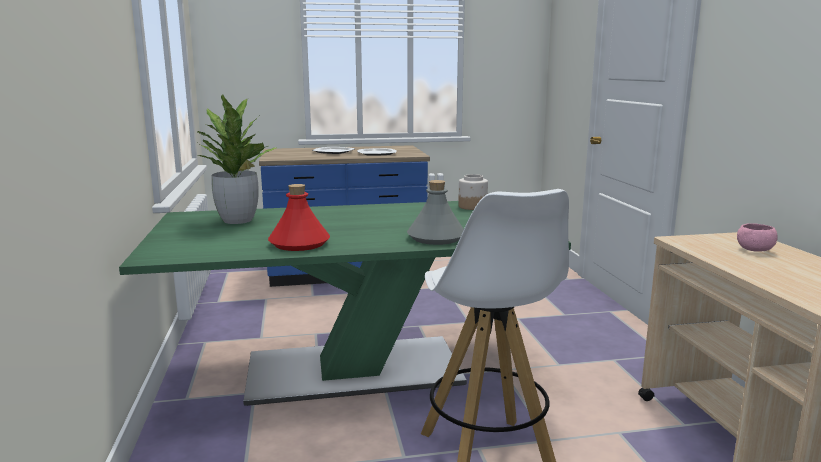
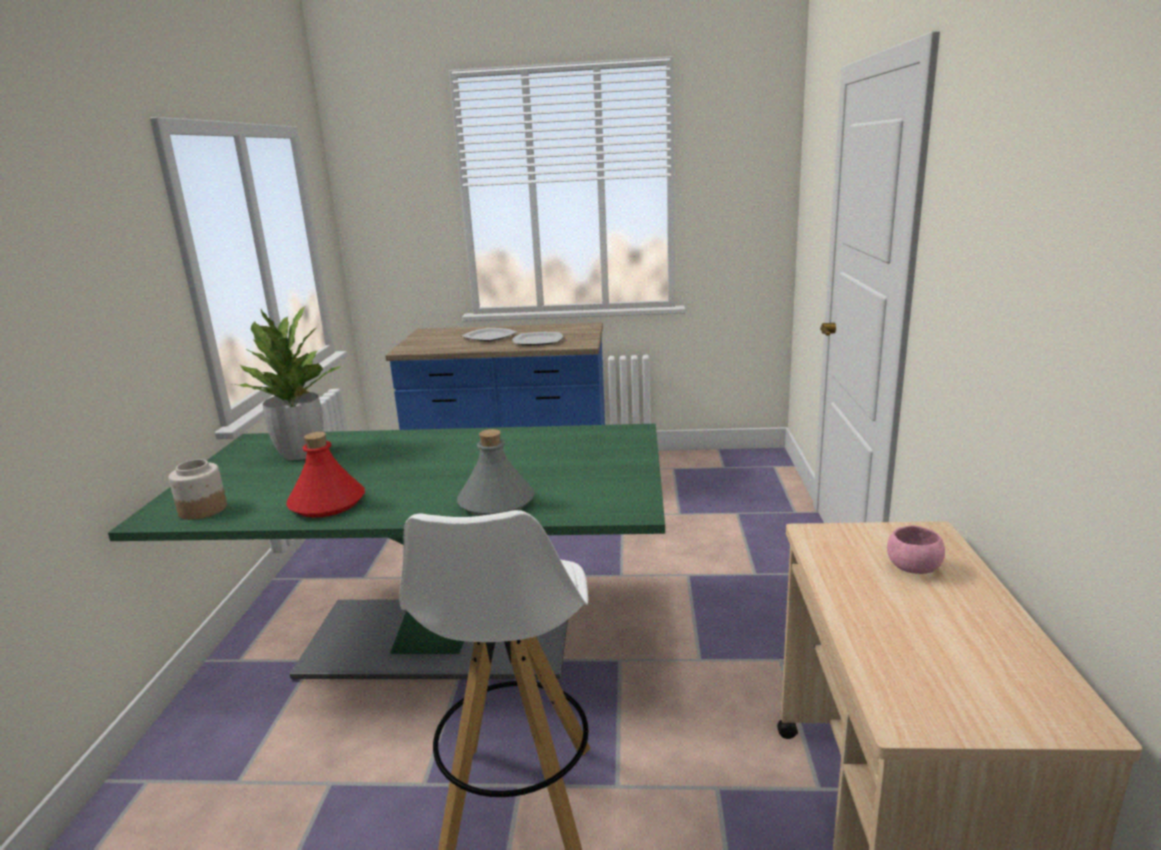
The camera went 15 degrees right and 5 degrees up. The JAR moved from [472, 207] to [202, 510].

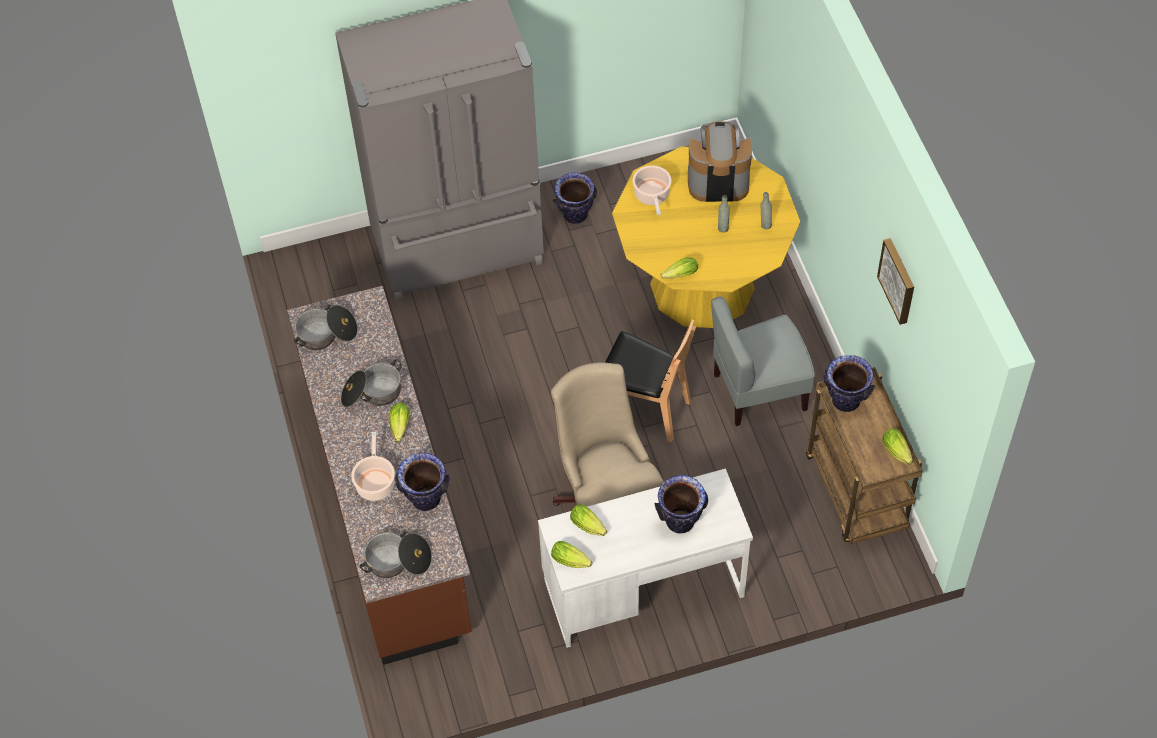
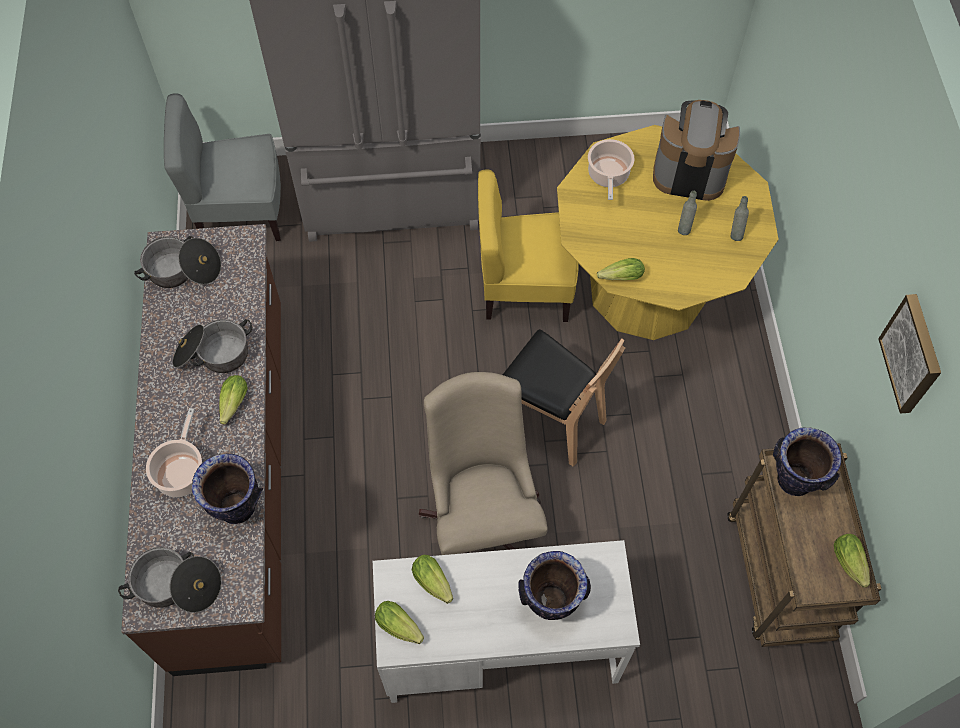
The camera went 10 degrees right and 5 degrees up. The GREY CHAIR moved from [758, 391] to [241, 212]. The YELLOW CHAIR at [524, 288] appeared. The VASE at [575, 214] disappeared.

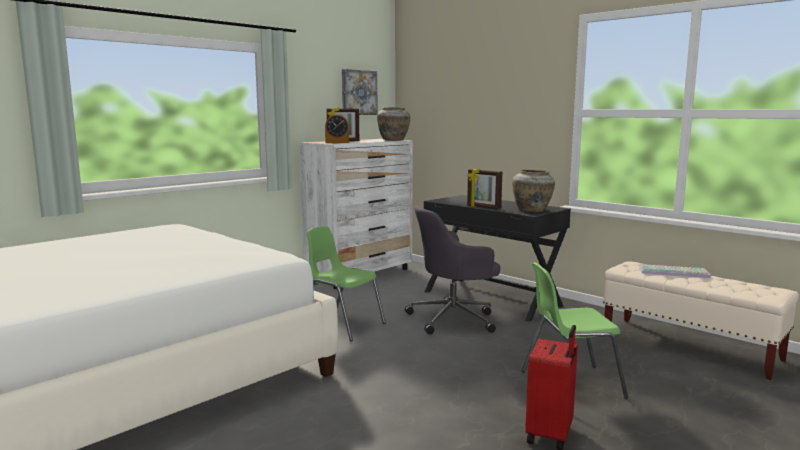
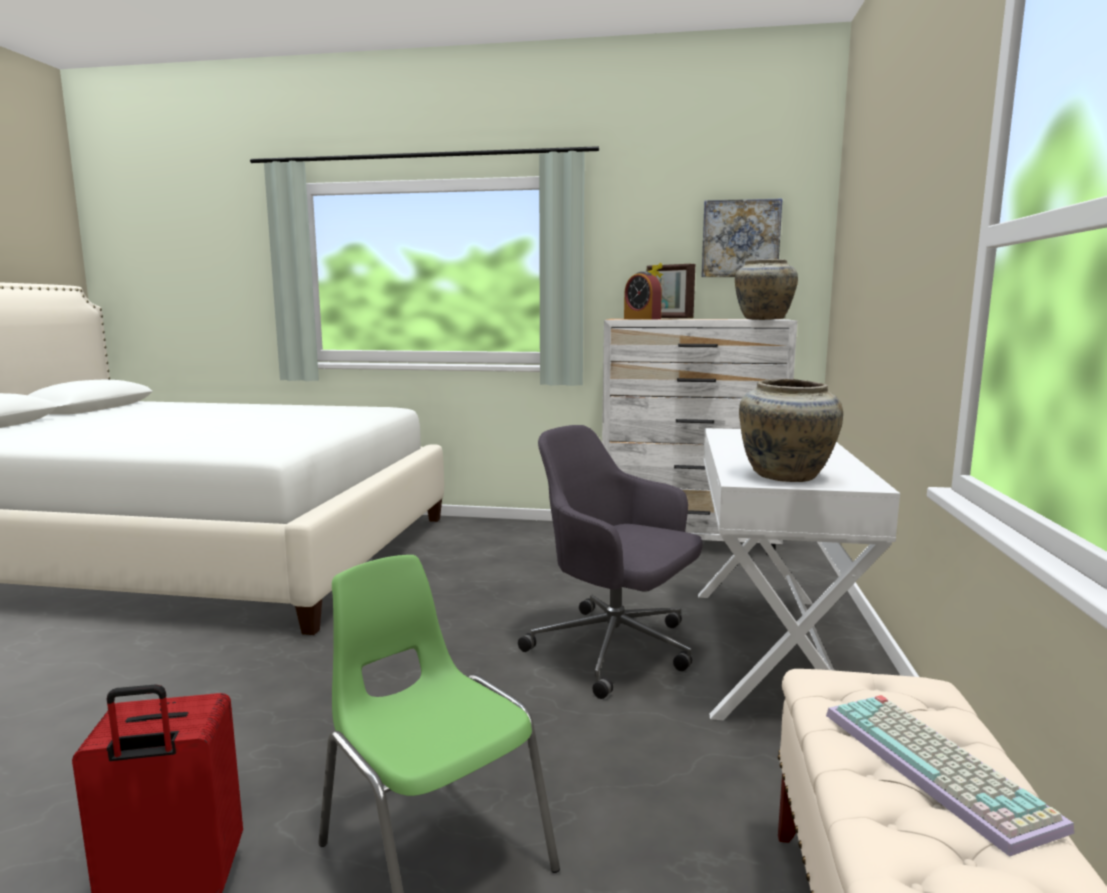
The camera went 55 degrees right and 0 degrees up. The BLACK DESK at [492, 298] became the WHITE DESK at [771, 651]. The GREEN CHAIR at [342, 325] disappeared. The PICTURE FRAME at [483, 207] disappeared.

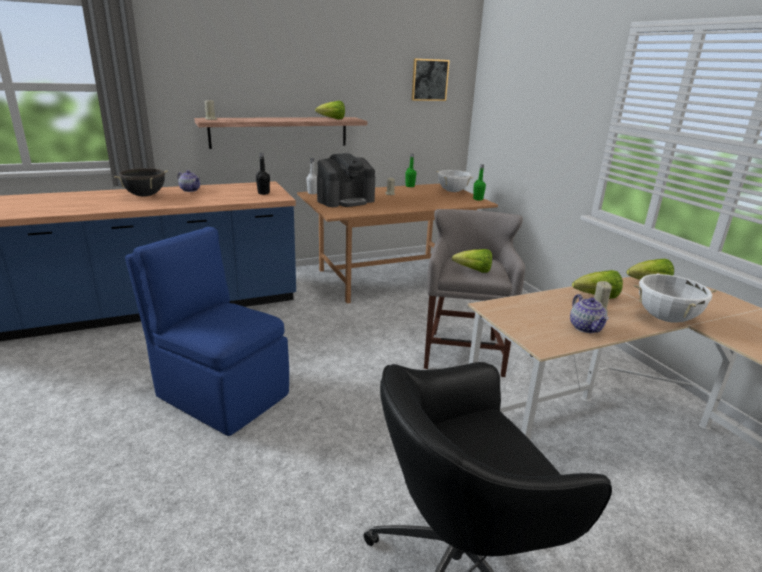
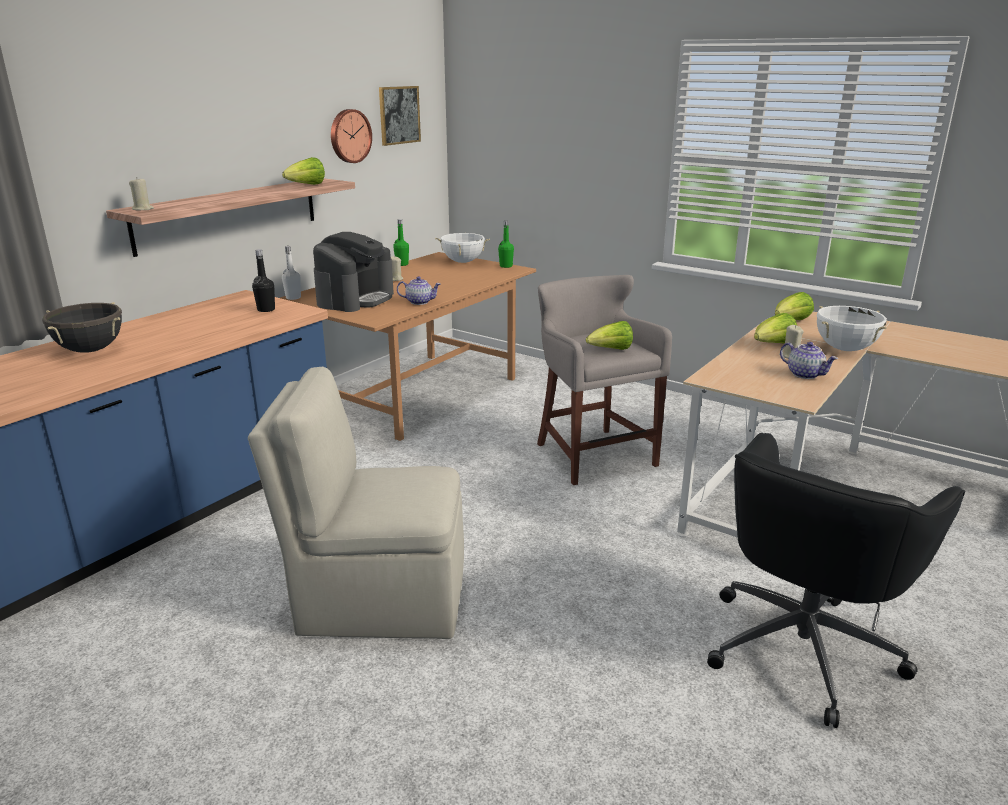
The camera went 30 degrees left and 0 degrees up. The BLUE CHAIR at [221, 394] became the BEIGE CHAIR at [378, 599]. The WALL CLOCK at [349, 136] appeared. The TEAPOT moved from [190, 190] to [419, 302].

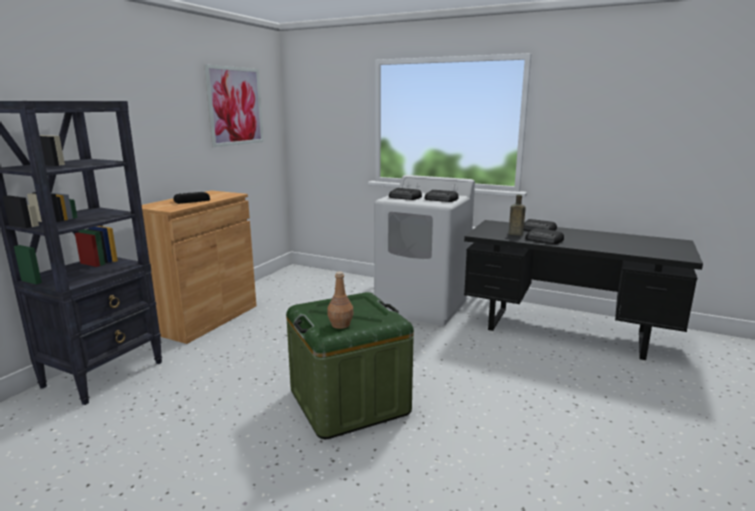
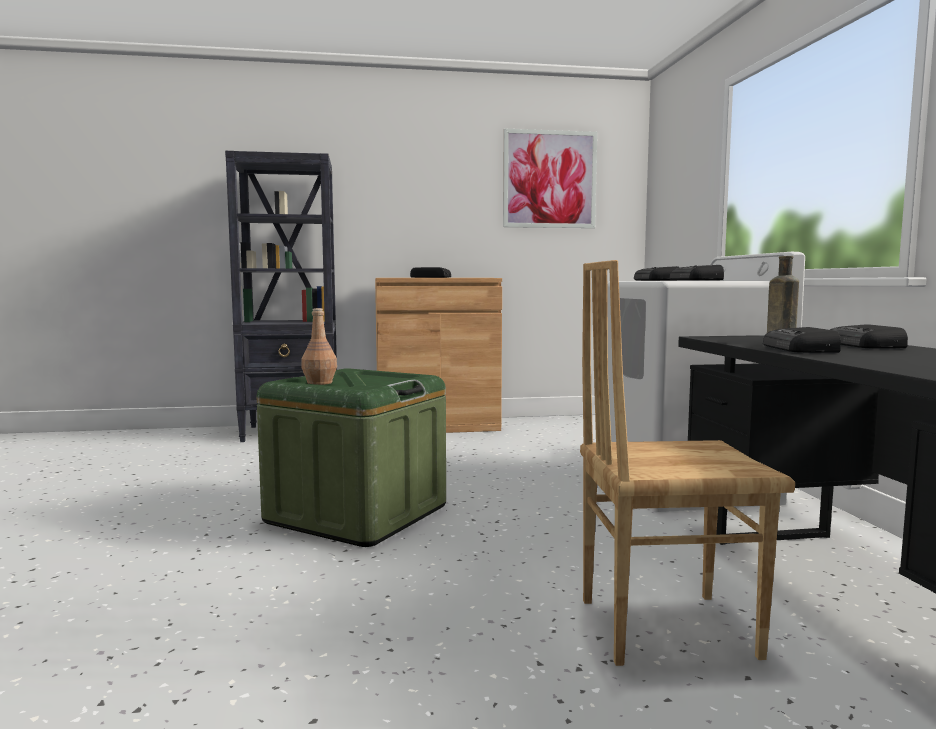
The camera went 55 degrees right and 10 degrees down. The BROWN CHAIR at [664, 626] appeared.

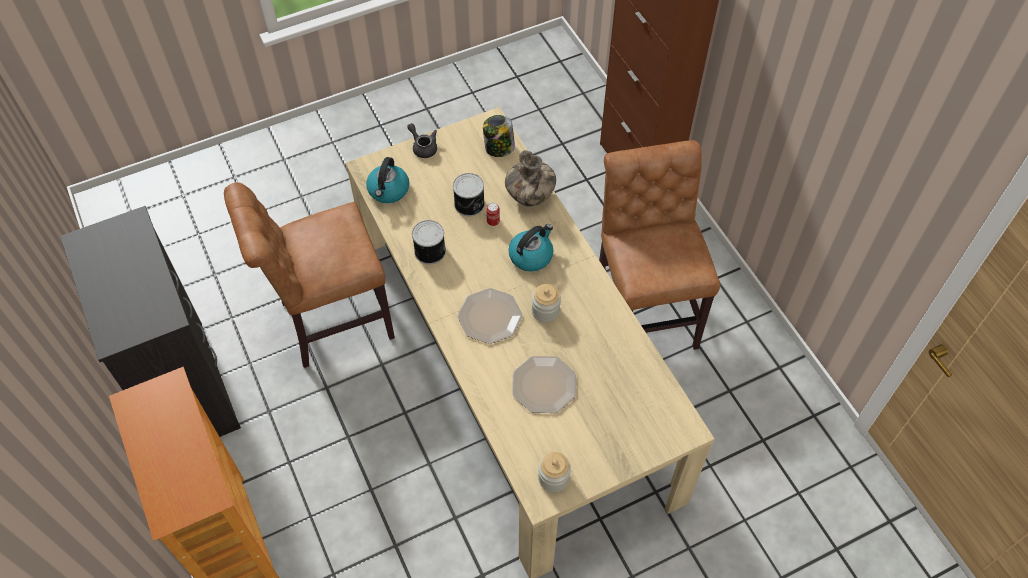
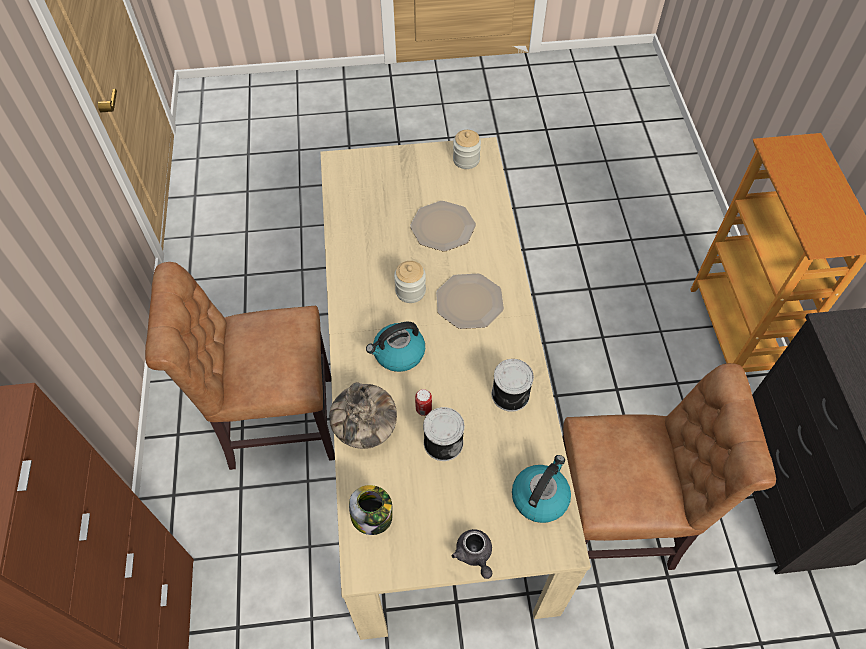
The camera went 160 degrees left and 0 degrees up. The BROWN CHAIR at [643, 311] turned 75 degrees clockwise.

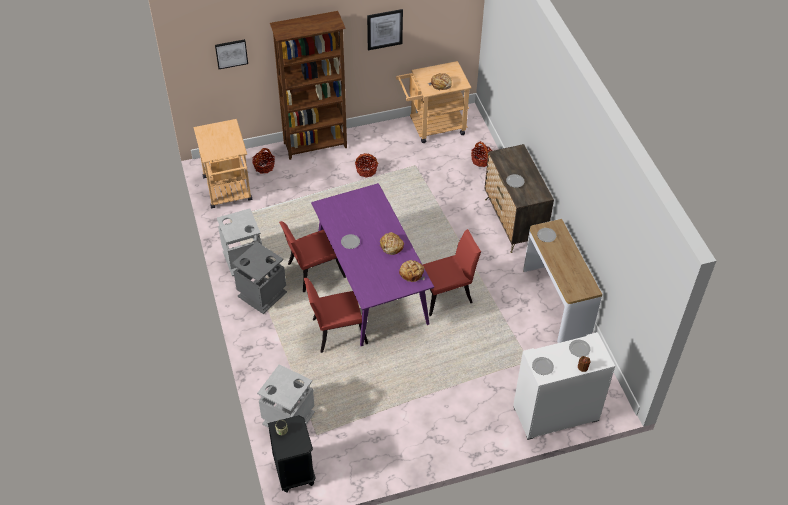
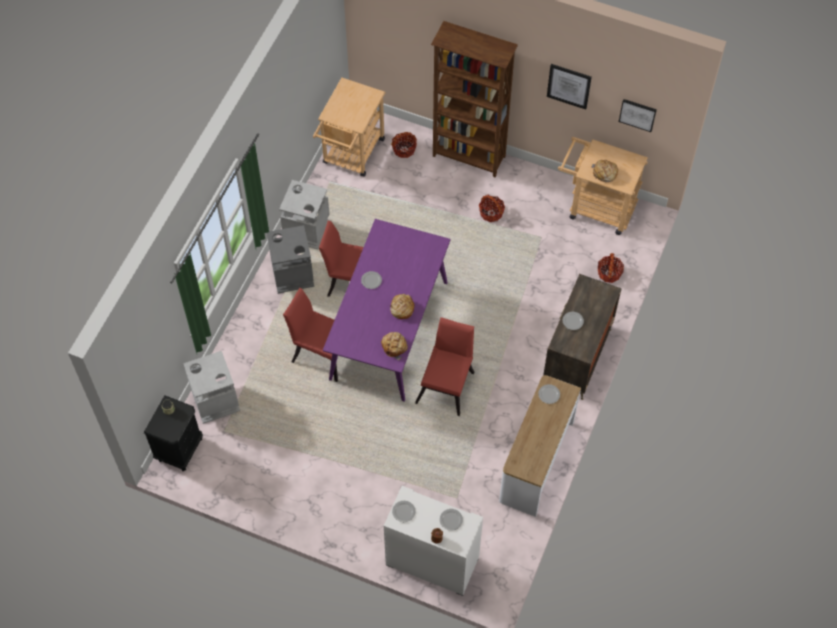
The camera went 40 degrees right and 10 degrees up. The RED CHAIR at [447, 293] turned 90 degrees counterclockwise. The PICTURE moved from [231, 53] to [637, 114].

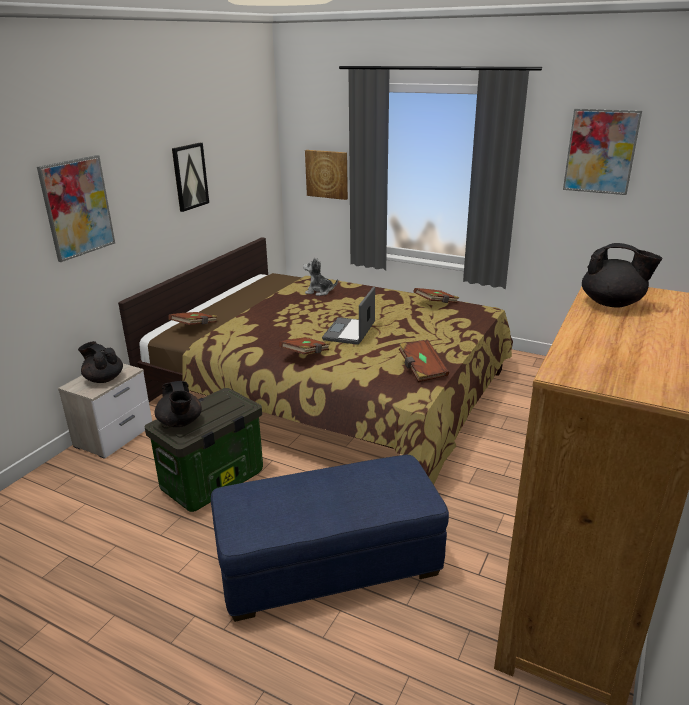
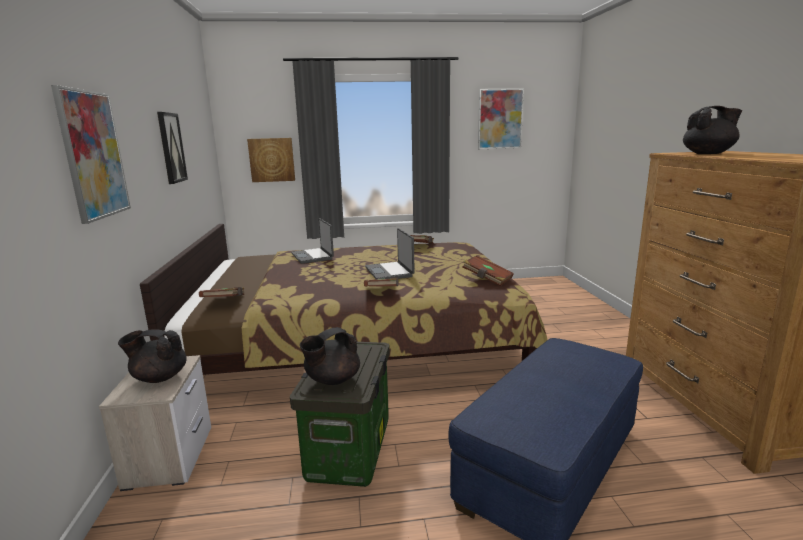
The camera went 35 degrees left and 10 degrees down. The PLUSH TOY at [319, 292] was replaced by the LAPTOP at [313, 256]. The BLACK TEAPOT at [180, 423] turned 105 degrees clockwise.

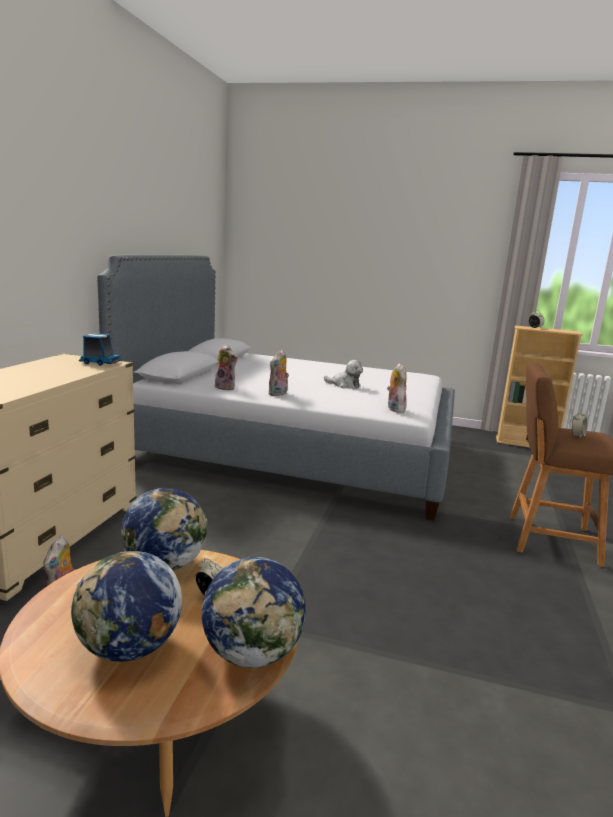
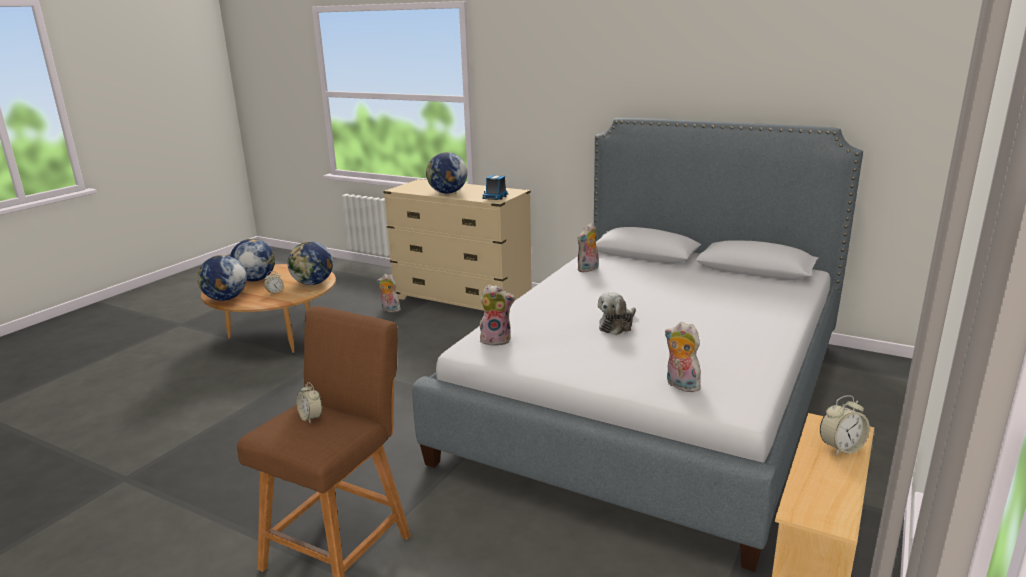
The camera went 105 degrees right and 5 degrees up. The GLOBE at [447, 193] appeared. The PLUSH TOY moved from [278, 394] to [680, 385].

